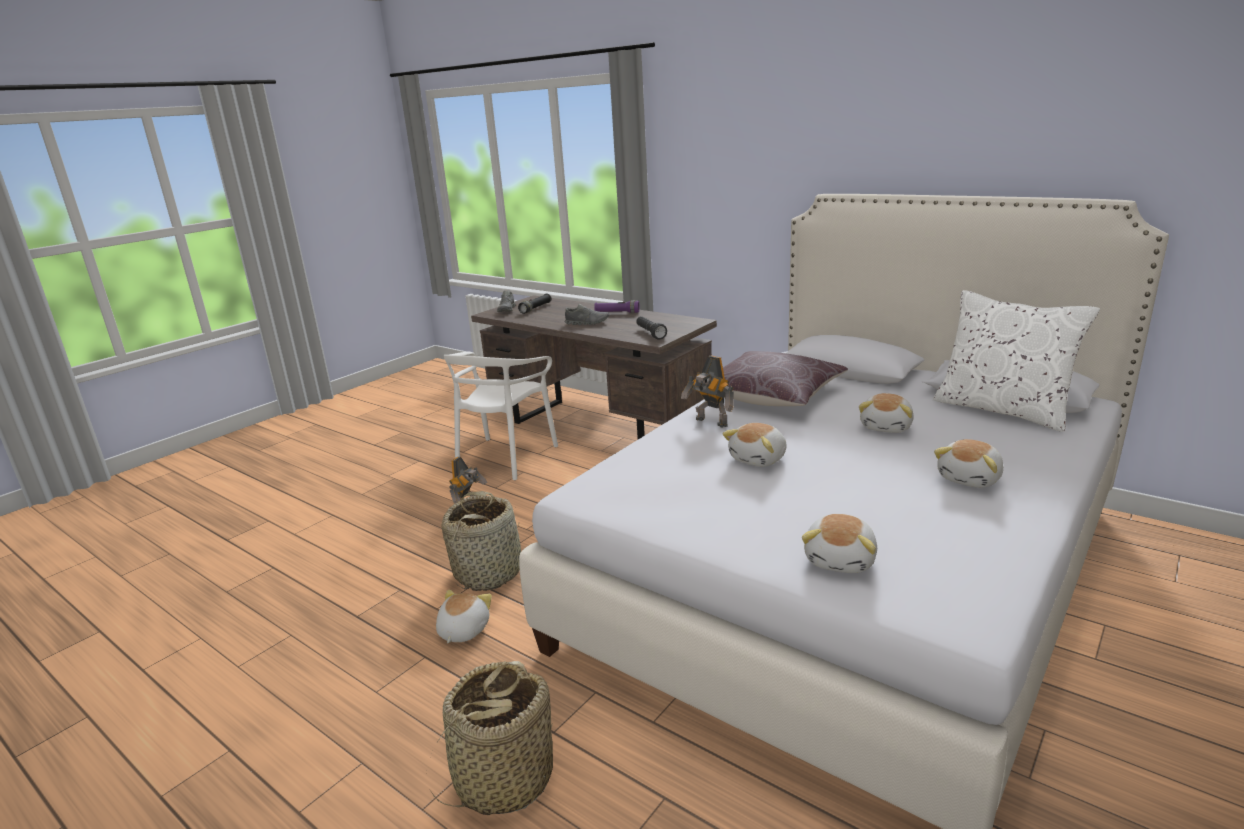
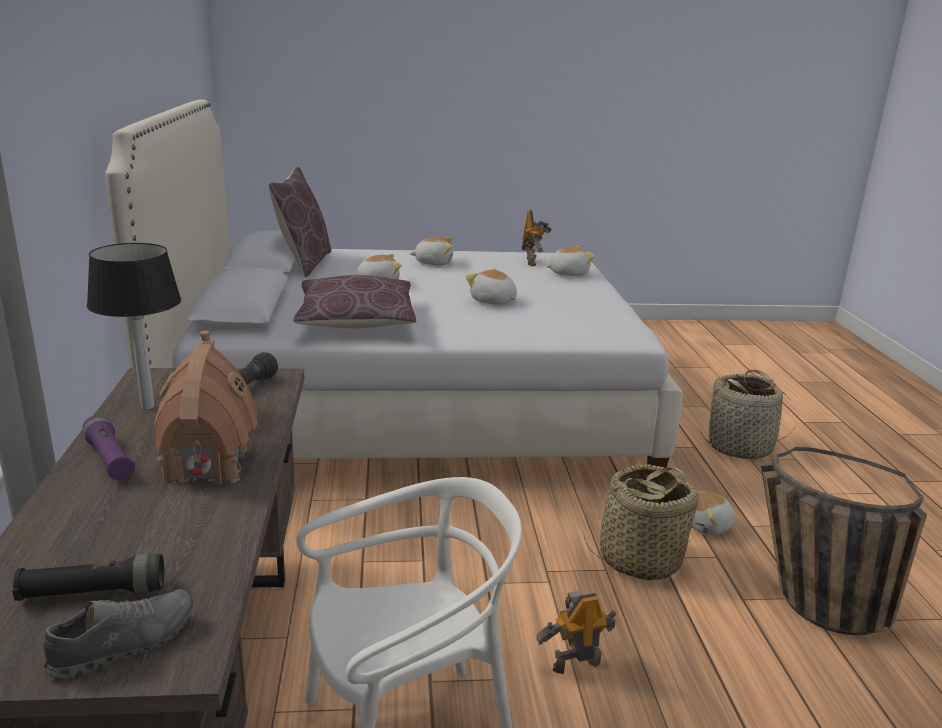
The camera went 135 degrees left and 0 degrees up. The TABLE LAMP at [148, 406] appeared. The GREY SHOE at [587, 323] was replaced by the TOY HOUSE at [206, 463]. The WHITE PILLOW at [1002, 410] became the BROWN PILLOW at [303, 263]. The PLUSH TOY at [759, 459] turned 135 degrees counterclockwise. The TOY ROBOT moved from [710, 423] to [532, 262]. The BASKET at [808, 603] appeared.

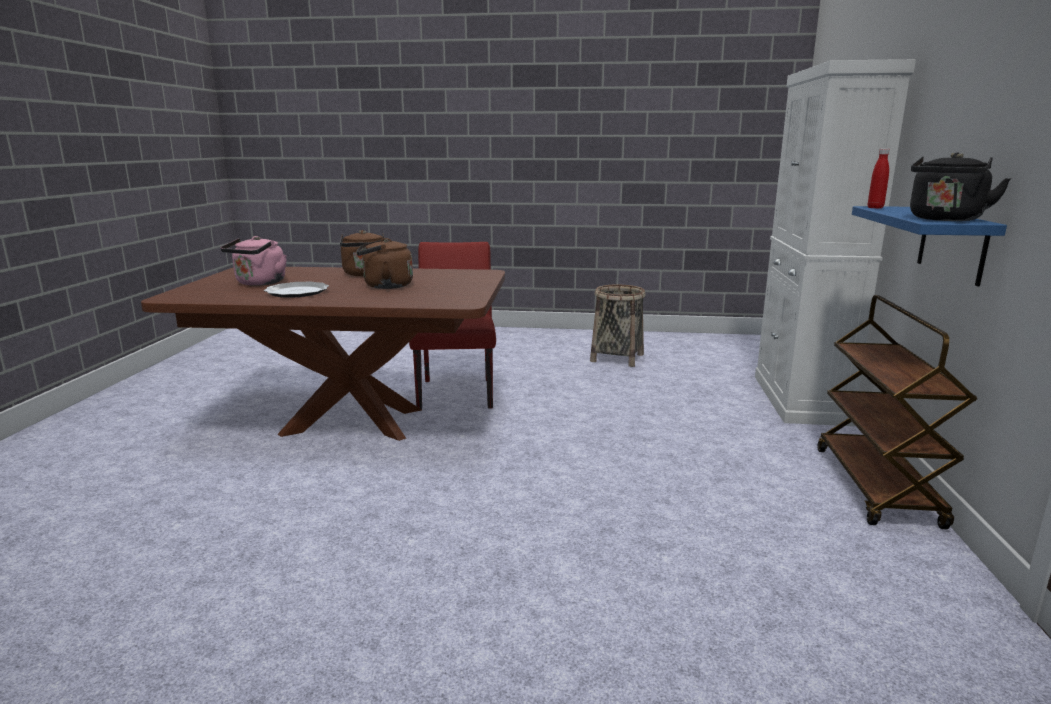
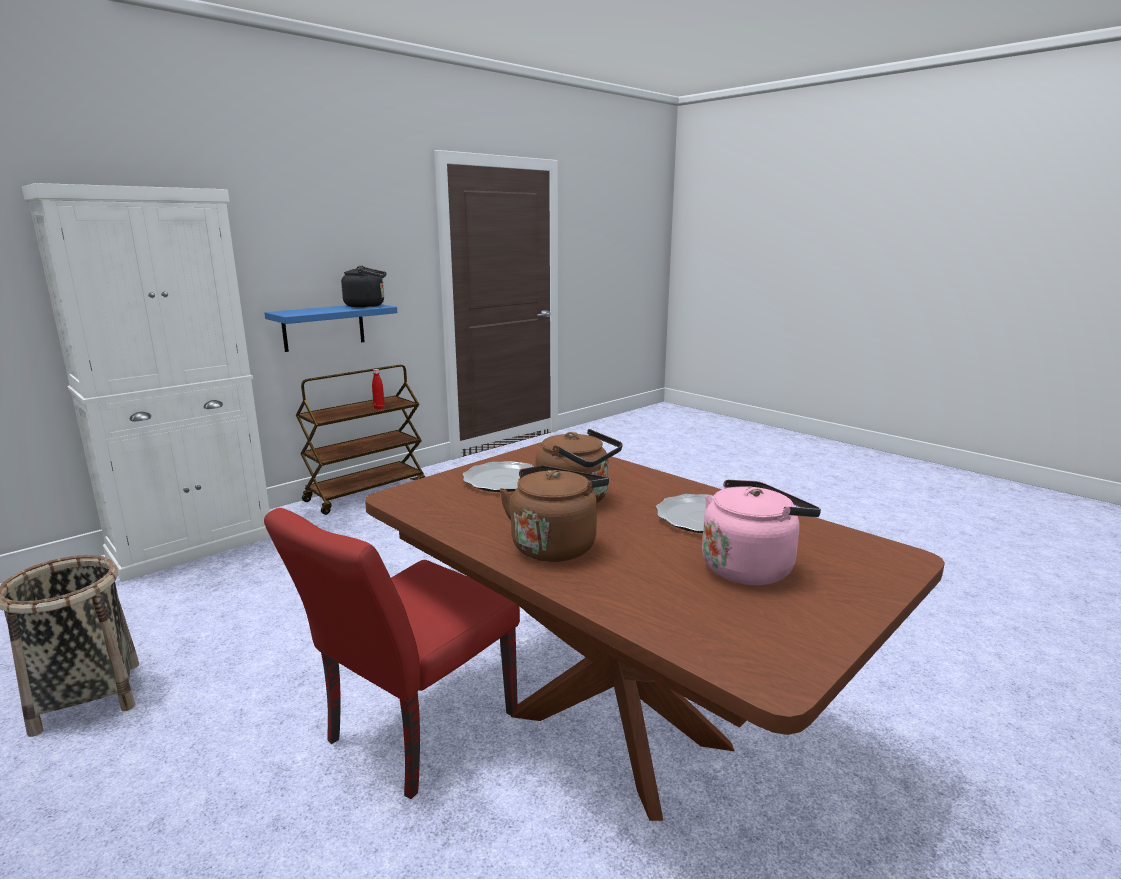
The camera went 140 degrees left and 0 degrees up. The RED BOTTLE moved from [875, 208] to [379, 408]. The PLATE at [502, 480] appeared.

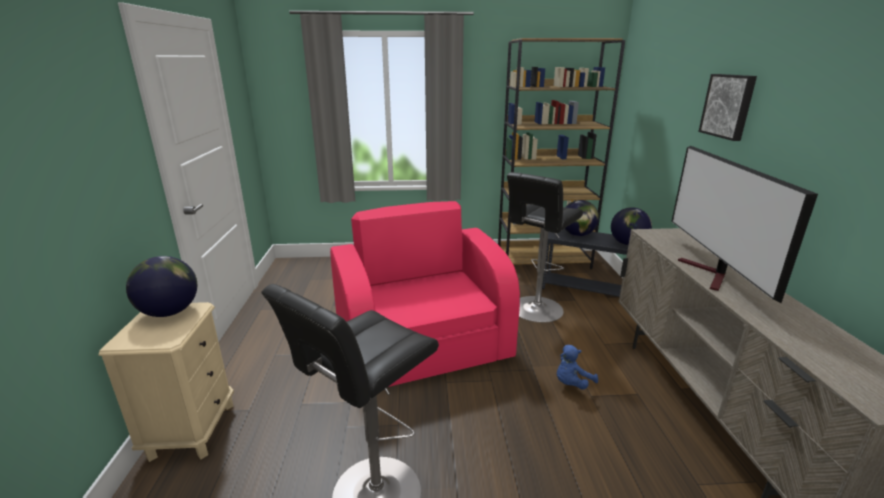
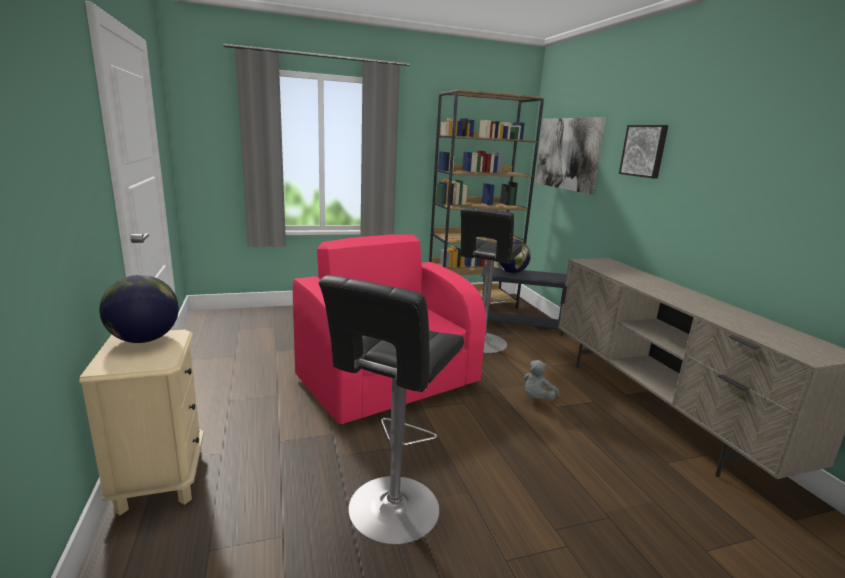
The camera went 15 degrees left and 5 degrees down. The BLUE PLUSH TOY at [572, 383] became the GREY PLUSH TOY at [537, 399]. The PICTURE at [567, 154] appeared. The GLOBE at [628, 244] disappeared. The TELEVISION at [710, 275] disappeared.

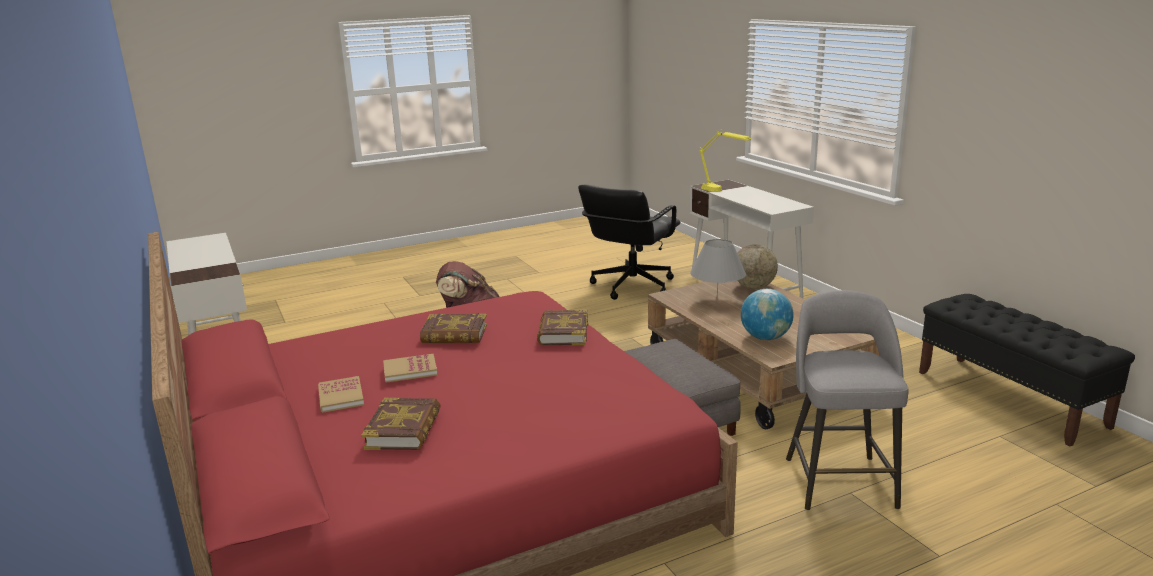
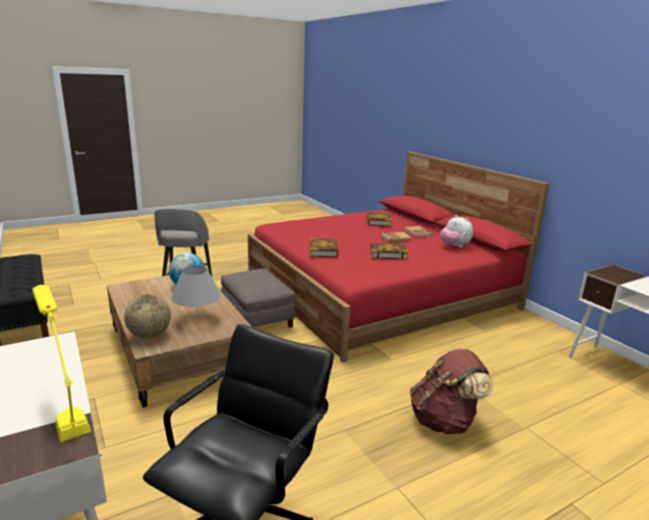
The camera went 175 degrees right and 0 degrees up. The PLUSH TOY at [454, 246] appeared.

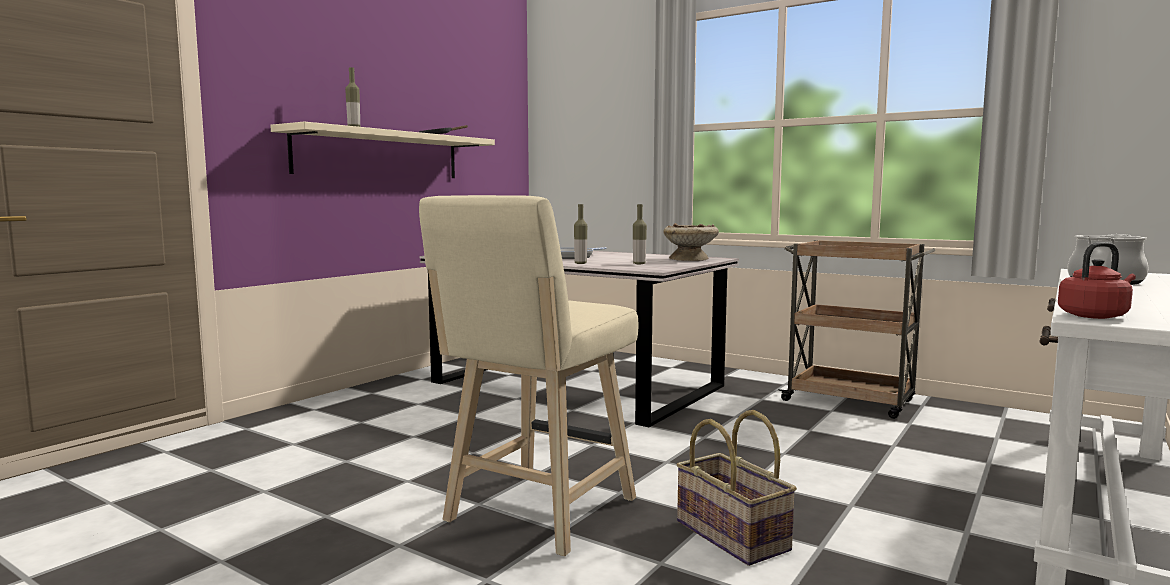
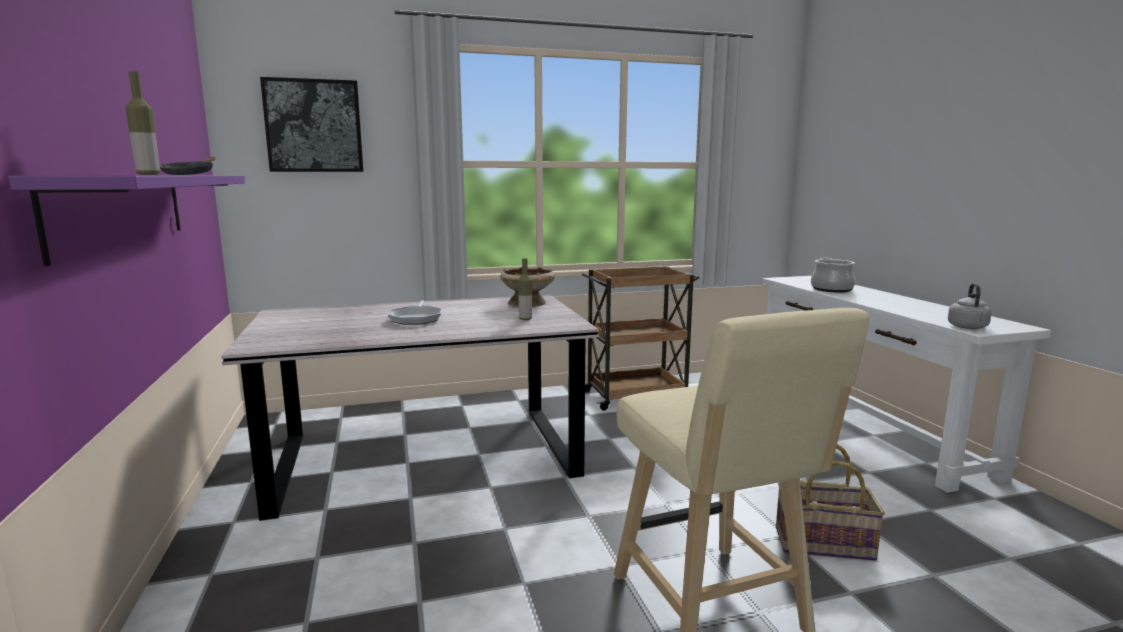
The camera went 50 degrees left and 5 degrees up. The BEIGE SHELF at [380, 155] became the PURPLE SHELF at [122, 210]. The PICTURE at [314, 126] appeared. The RED KETTLE at [1095, 316] became the GREY KETTLE at [966, 326]. The BOTTLE at [580, 263] disappeared.

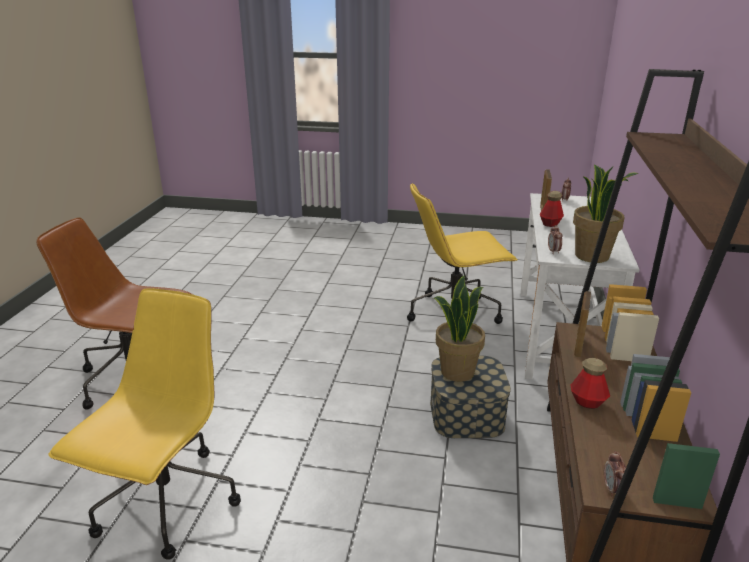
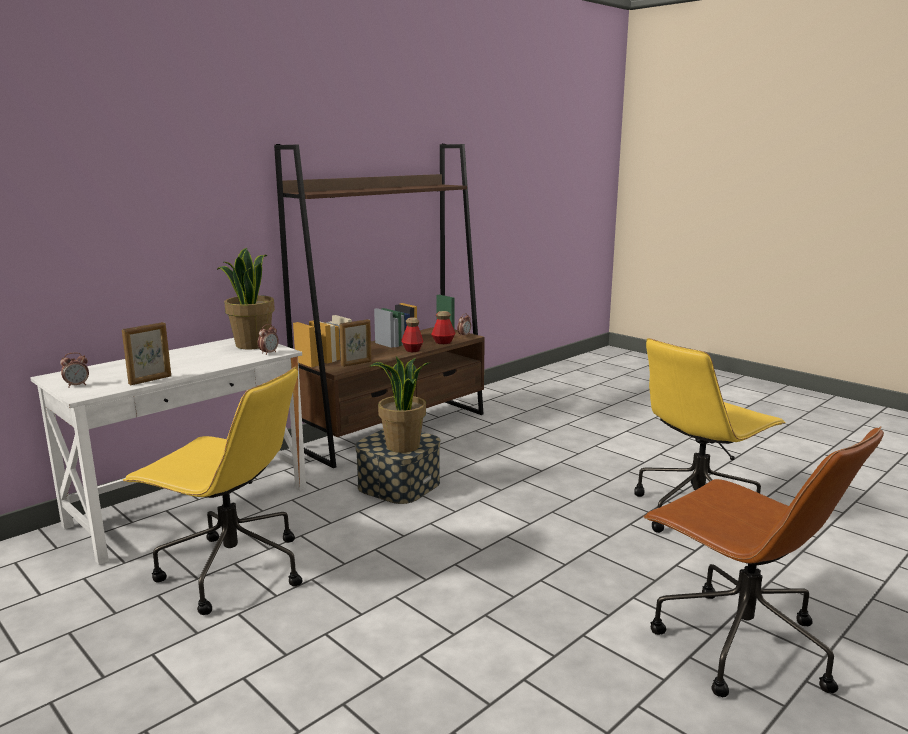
The camera went 145 degrees left and 10 degrees down. The BOTTLE moved from [550, 224] to [443, 342].

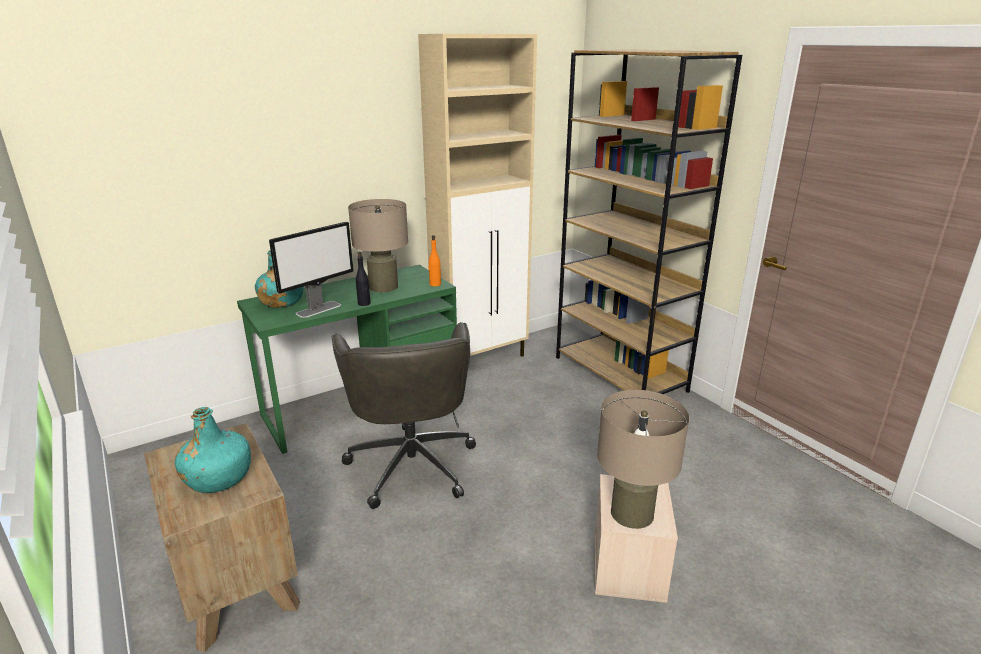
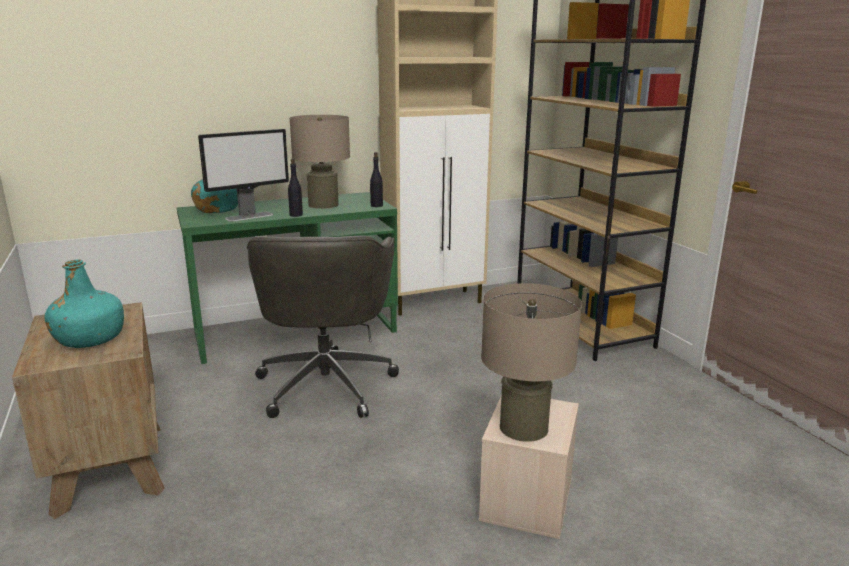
The camera went 10 degrees right and 5 degrees down. The ORANGE BOTTLE at [435, 284] became the BLACK BOTTLE at [376, 205].

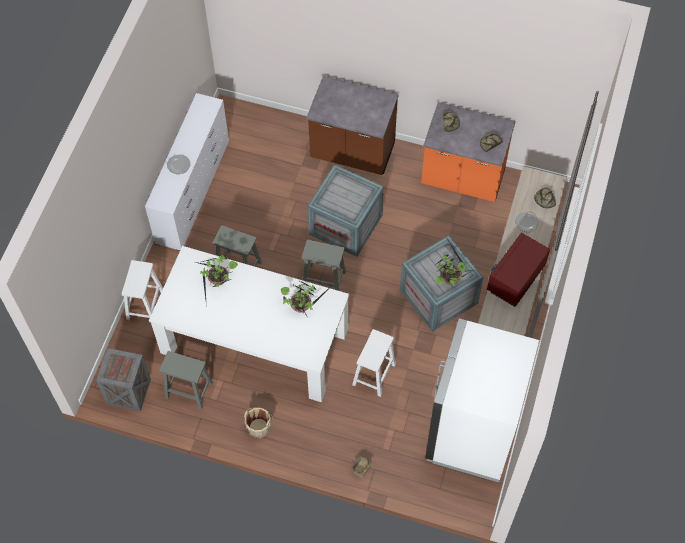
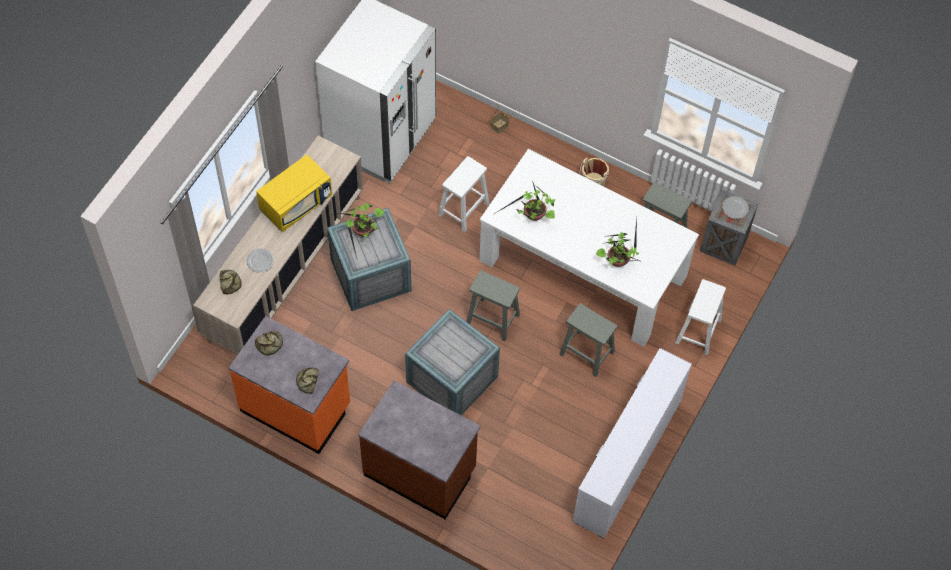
The camera went 170 degrees left and 0 degrees up. The RED MICROWAVE at [516, 279] became the YELLOW MICROWAVE at [296, 203]. The PLATE moved from [178, 165] to [735, 208].

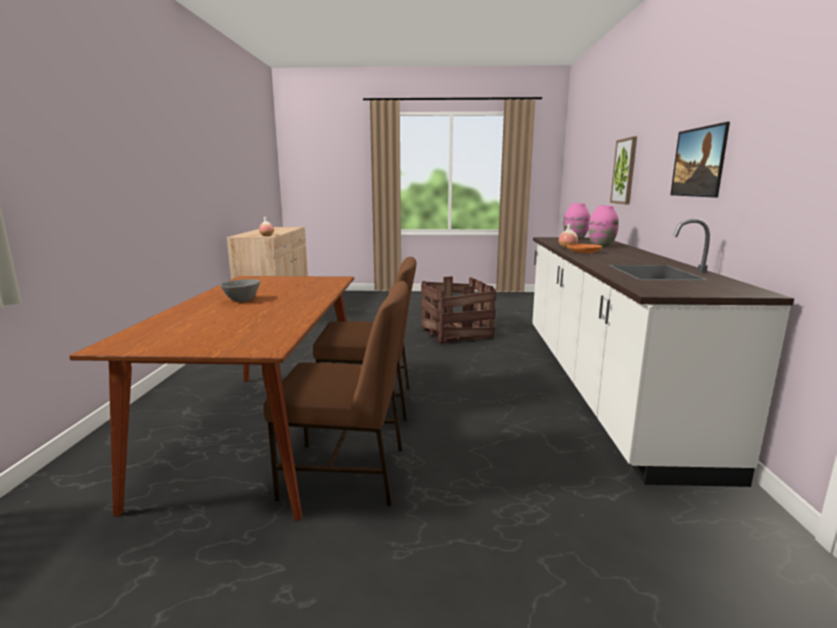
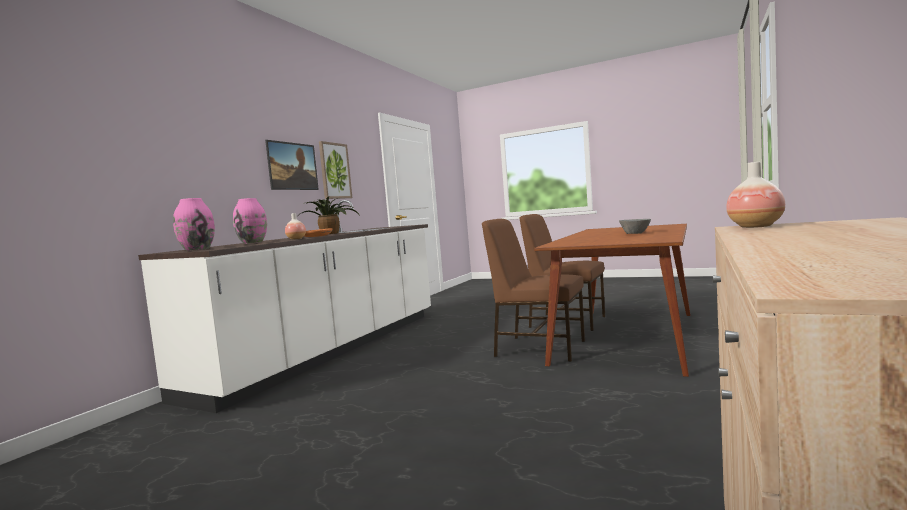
The camera went 155 degrees left and 10 degrees down. The POTTED PLANT at [331, 233] appeared. The PICTURE moved from [624, 171] to [334, 171]. The CRATE at [456, 333] disappeared.

